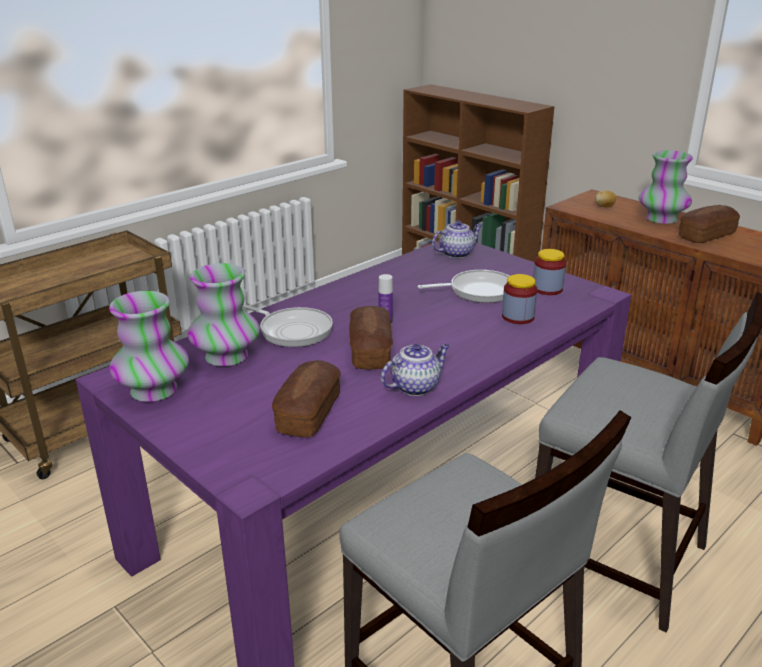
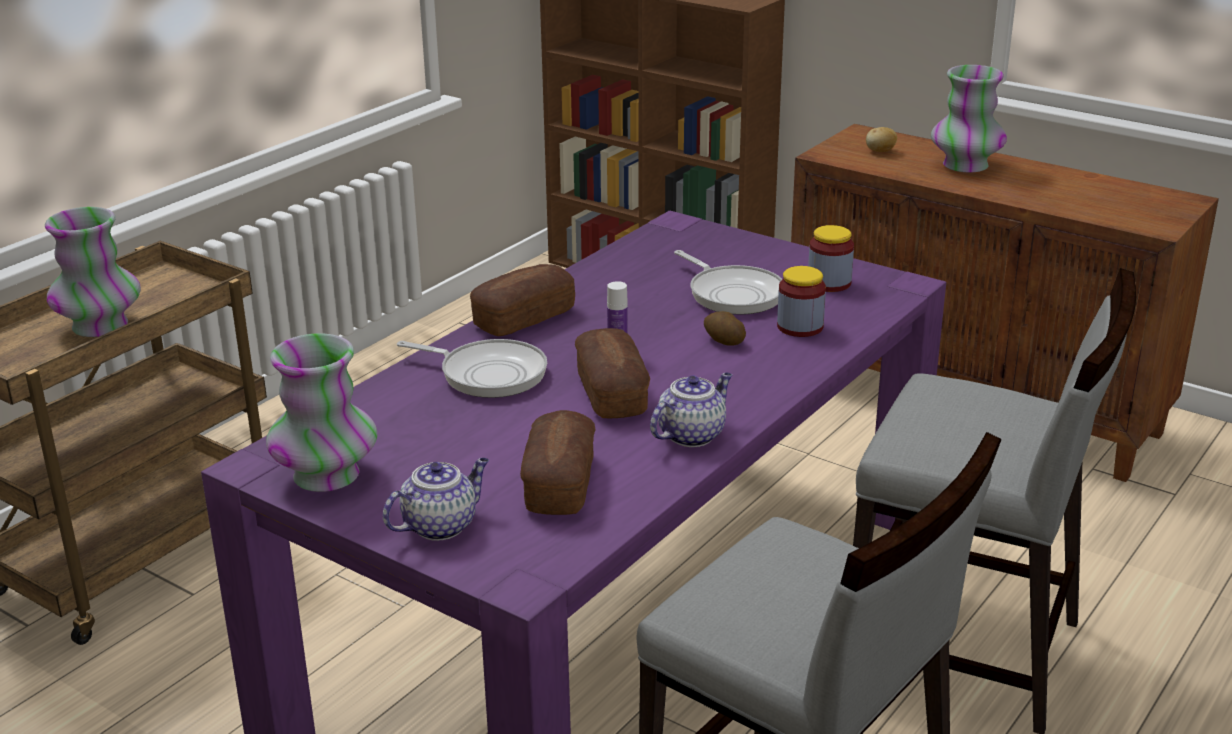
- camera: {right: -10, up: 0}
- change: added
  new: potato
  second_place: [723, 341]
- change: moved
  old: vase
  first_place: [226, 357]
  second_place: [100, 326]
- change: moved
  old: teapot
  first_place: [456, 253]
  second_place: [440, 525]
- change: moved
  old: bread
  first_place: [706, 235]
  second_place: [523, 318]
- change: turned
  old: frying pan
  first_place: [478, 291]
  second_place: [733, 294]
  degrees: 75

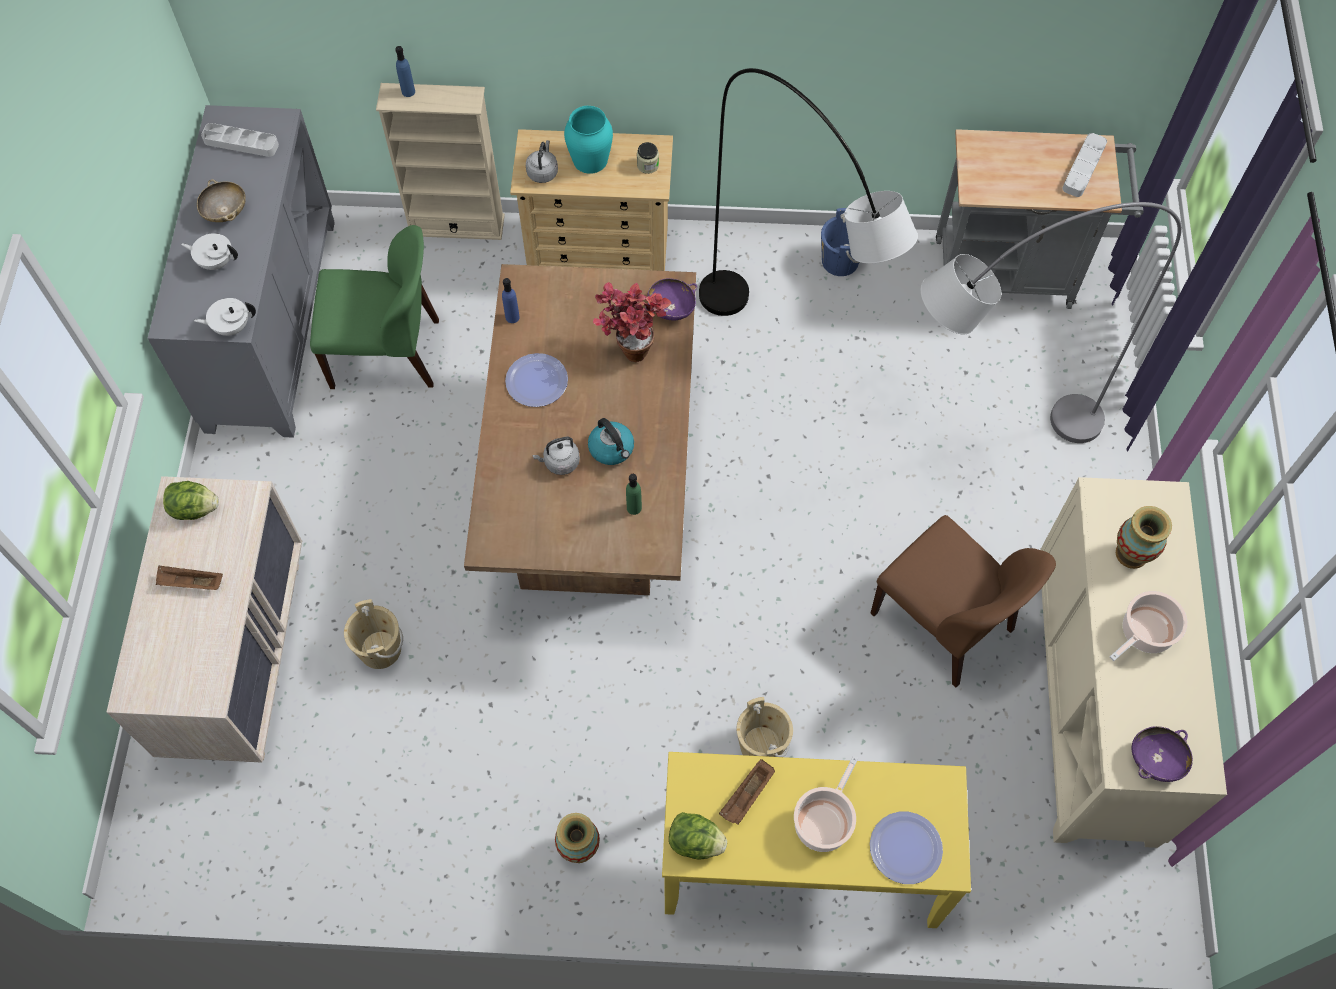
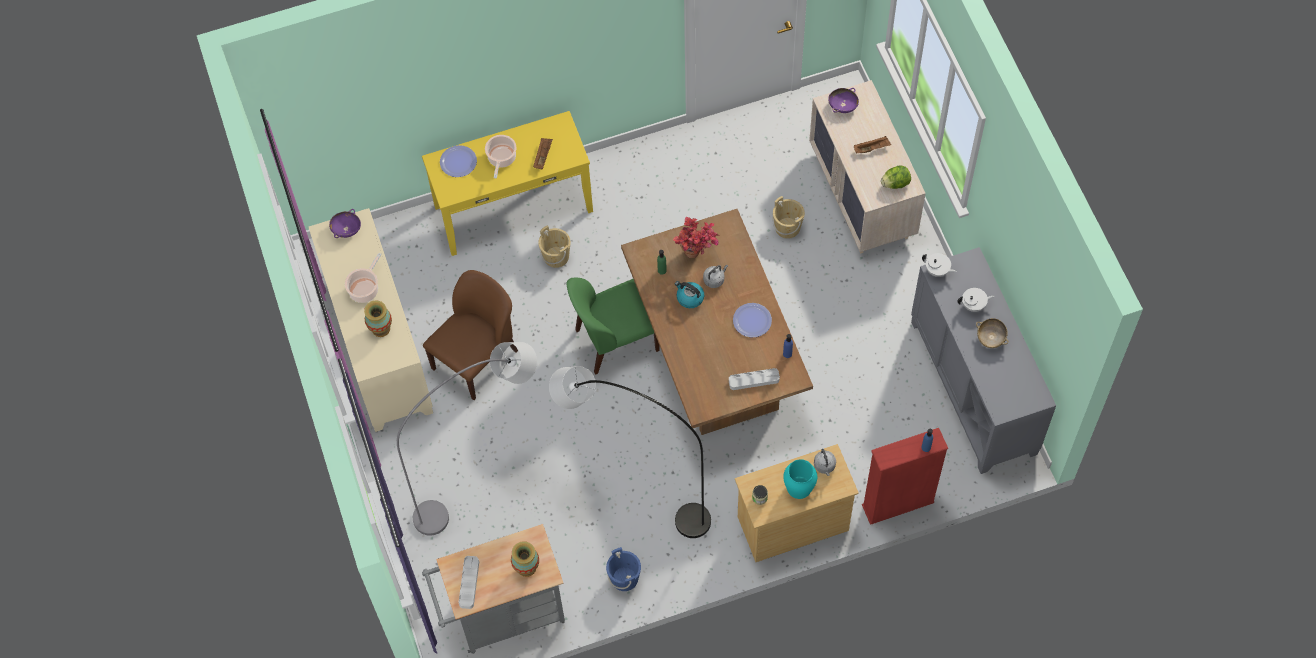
- camera: {right: 160, up: 0}
- change: removed
  old: lettuce
  first_place: [695, 841]
- change: moved
  old: tray (grey)
  first_place: [241, 143]
  second_place: [754, 380]
- change: moved
  old: chair (green)
  first_place: [388, 353]
  second_place: [615, 340]
- change: moved
  old: vase
  first_place: [579, 848]
  second_place: [526, 567]
- change: moved
  old: potted plant
  first_place: [630, 346]
  second_place: [697, 255]
- change: moved
  old: bowl (purple)
  first_place: [671, 308]
  second_place: [843, 106]
- change: recoloured
  old: bookcase (beige)
  new: bookcase (red)
  first_place: [456, 225]
  second_place: [898, 504]
- change: turned
  old: teapot (white)
  first_place: [231, 326]
  second_place: [937, 270]
  degrees: 60
- change: turned
  old: chair (brown)
  first_place: [944, 623]
  second_place: [476, 358]
  degrees: 105

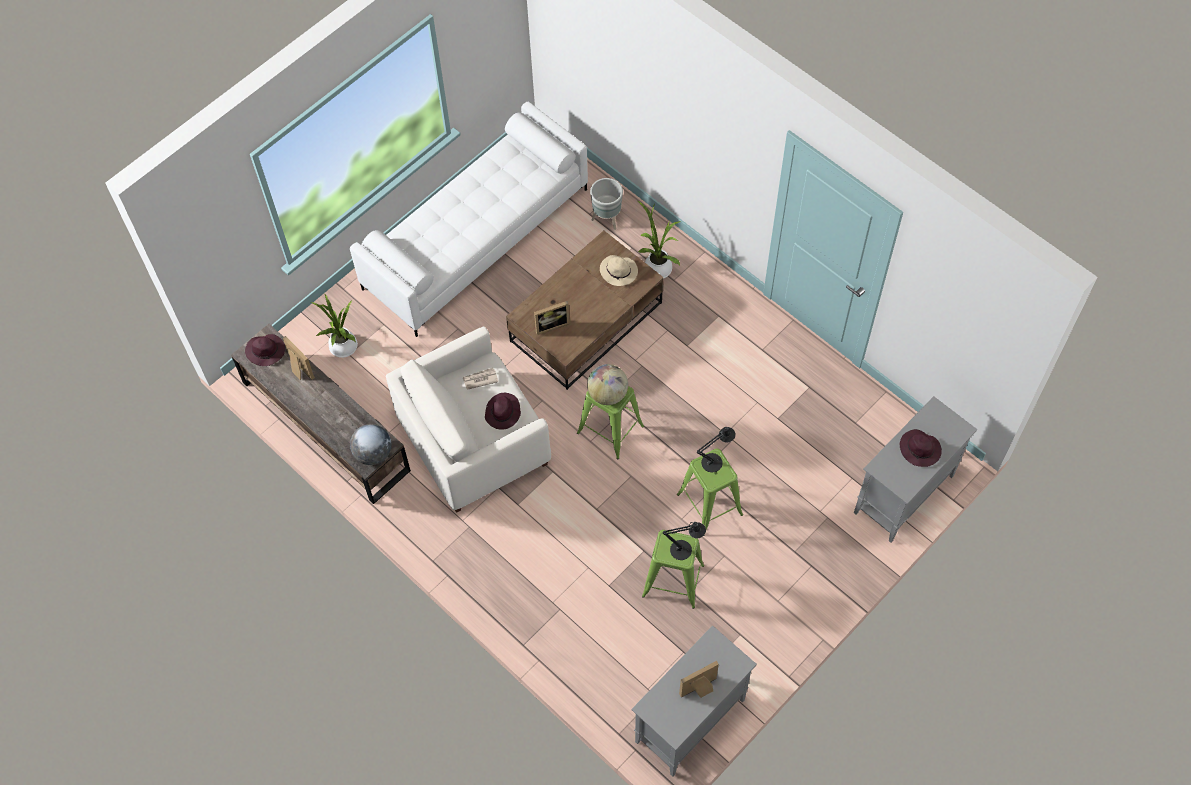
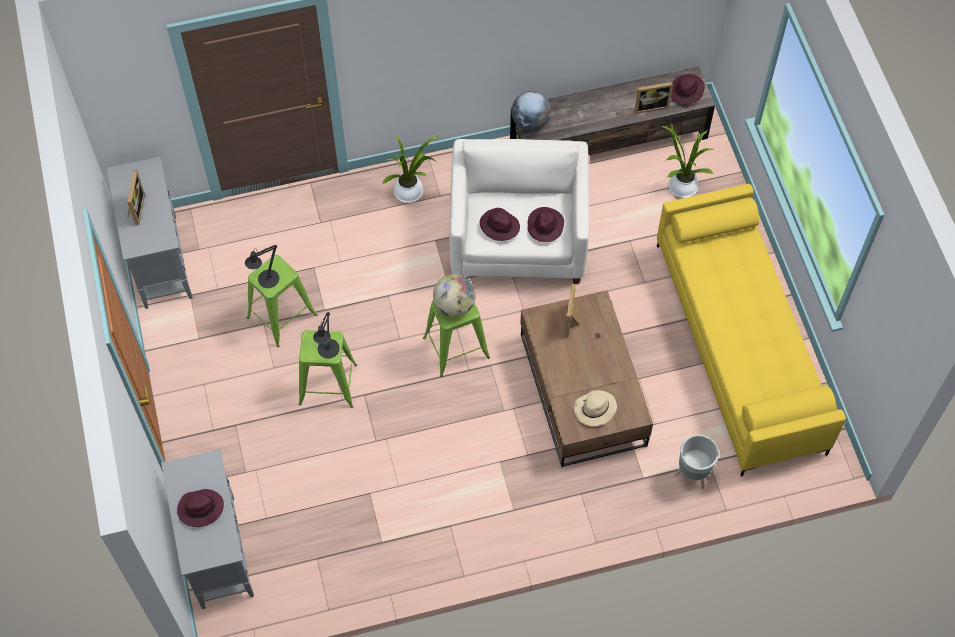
- camera: {right: 120, up: 0}
- change: moved
  old: potted plant
  first_place: [656, 266]
  second_place: [411, 192]
- change: replaced
  old: newspaper
  new: hat (purple)
  first_place: [480, 379]
  second_place: [545, 225]
- change: recoloured
  old: sofa (white)
  new: sofa (yellow)
  first_place: [476, 238]
  second_place: [740, 347]

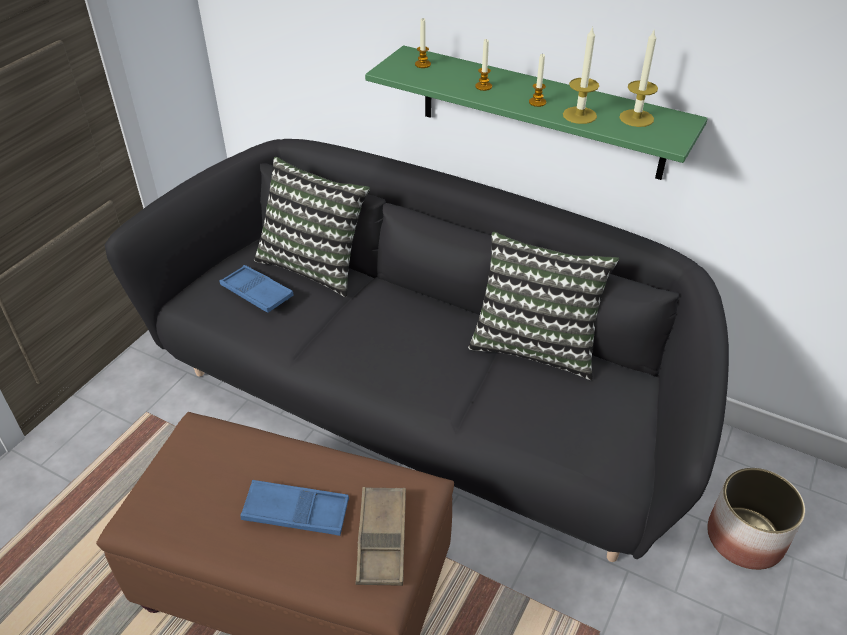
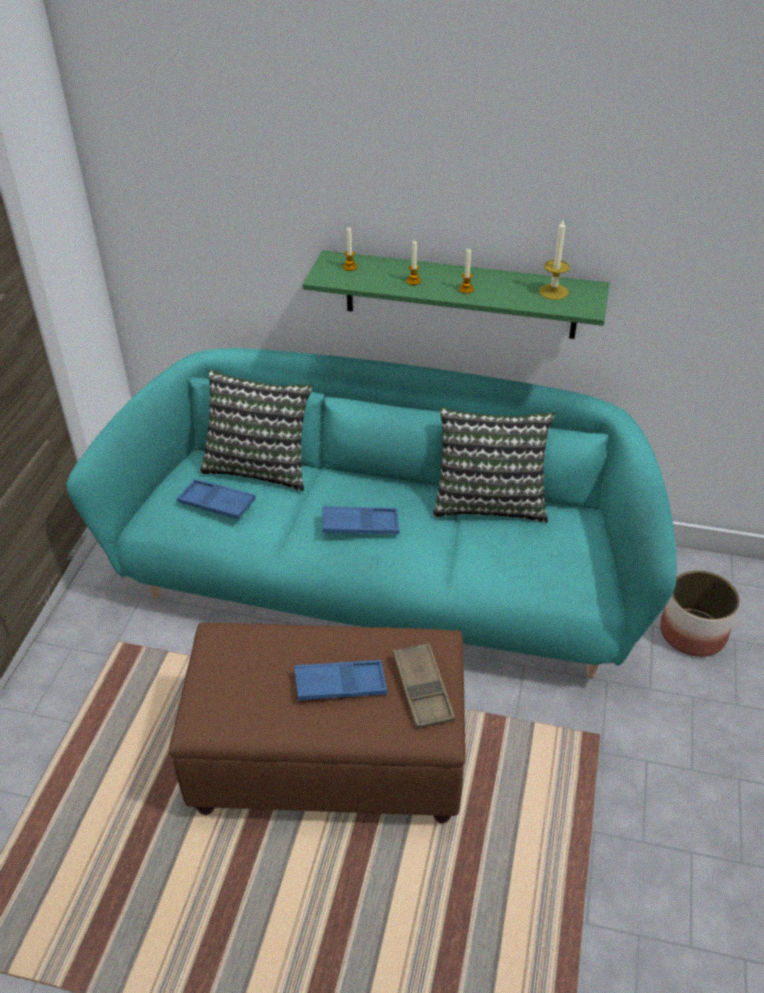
- camera: {right: -15, up: 0}
- change: removed
  old: candle
  first_place: [579, 115]
- change: added
  new: tray (blue)
  second_place: [360, 525]
- change: recoloured
  old: sofa (black)
  new: sofa (turquoise)
  first_place: [422, 405]
  second_place: [382, 580]

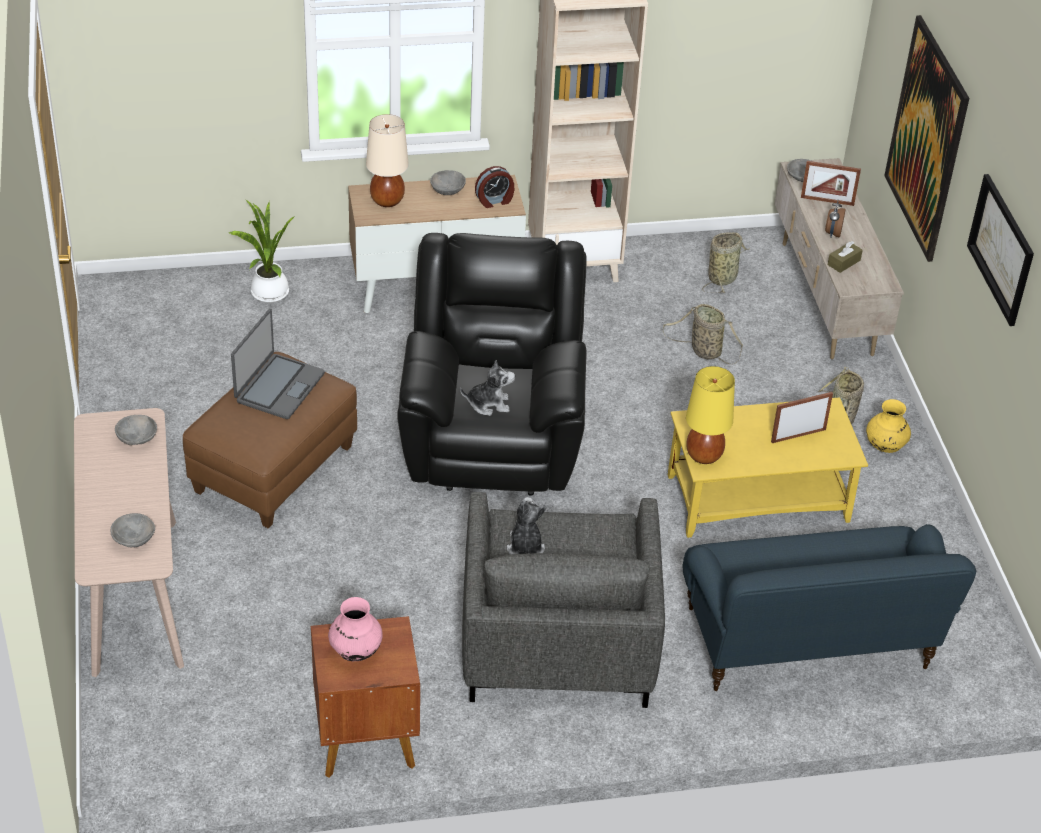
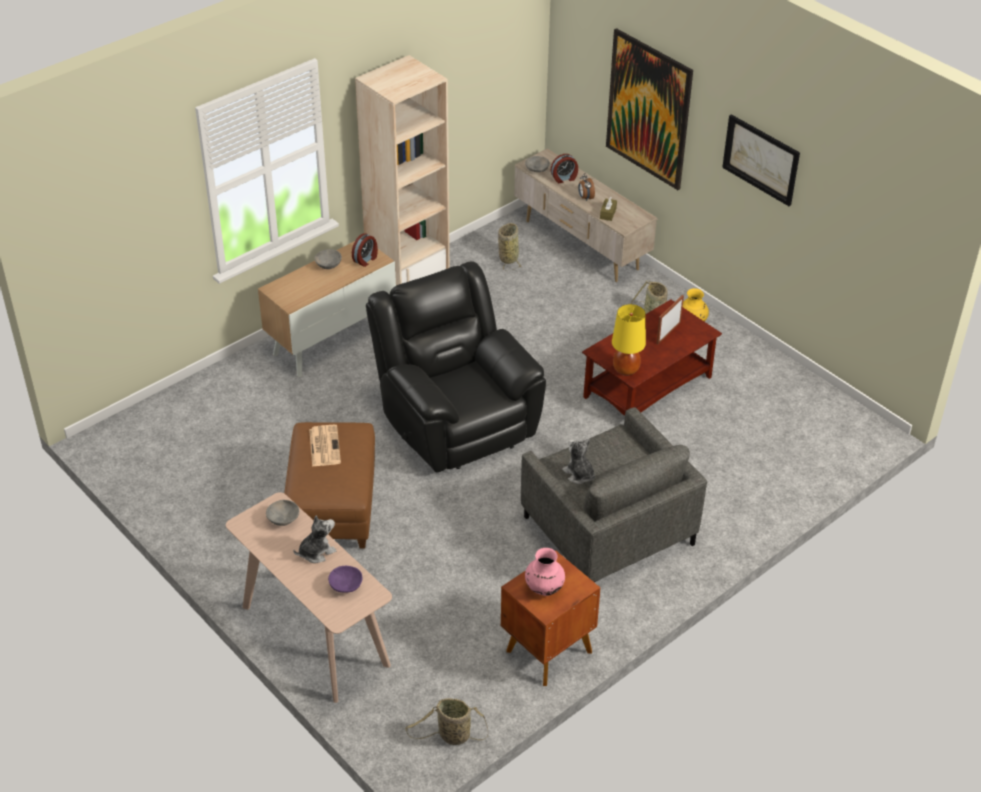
- camera: {right: -30, up: 0}
- change: removed
  old: potted plant
  first_place: [268, 294]
- change: removed
  old: table lamp (beige)
  first_place: [386, 201]
- change: removed
  old: sofa (blue)
  first_place: [808, 642]
- change: moved
  old: plush toy
  first_place: [488, 404]
  second_place: [316, 552]
- change: moved
  old: basket
  first_place: [703, 351]
  second_place: [451, 736]
- change: replaced
  old: laptop
  new: newspaper
  first_place: [279, 387]
  second_place: [324, 445]
- change: replaced
  old: picture frame
  new: alarm clock
  first_place: [827, 201]
  second_place: [564, 178]
- change: recoloured
  old: bowl (grey)
  new: bowl (purple)
  first_place: [133, 540]
  second_place: [346, 586]
- change: recoloured
  old: coffee table (yellow)
  new: coffee table (brown)
  first_place: [756, 499]
  second_place: [647, 388]

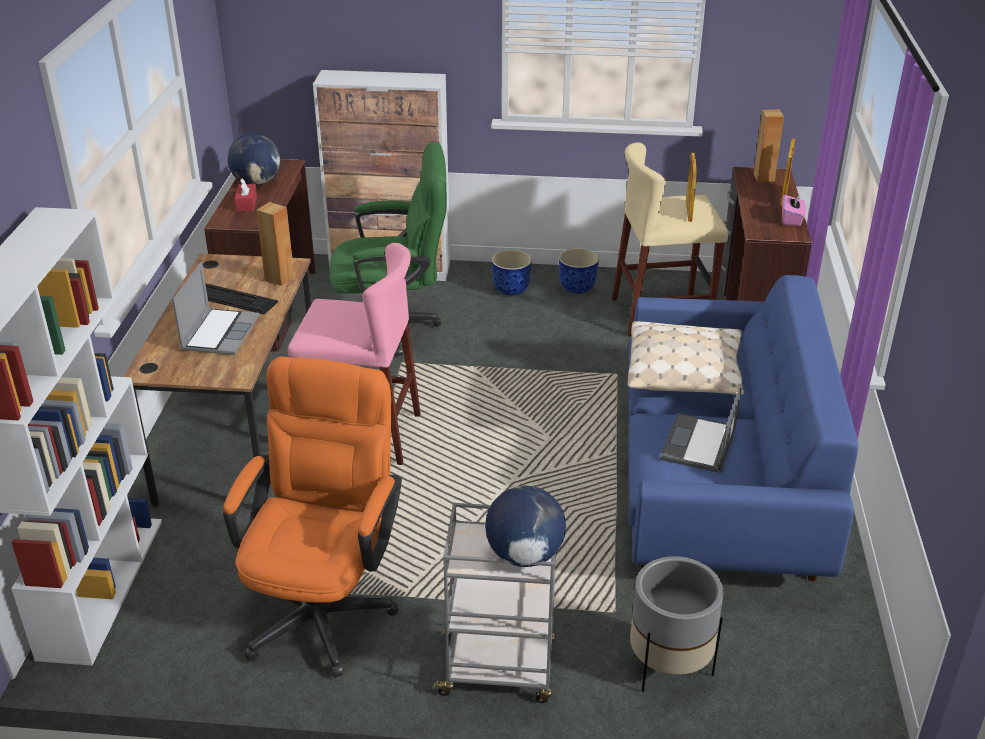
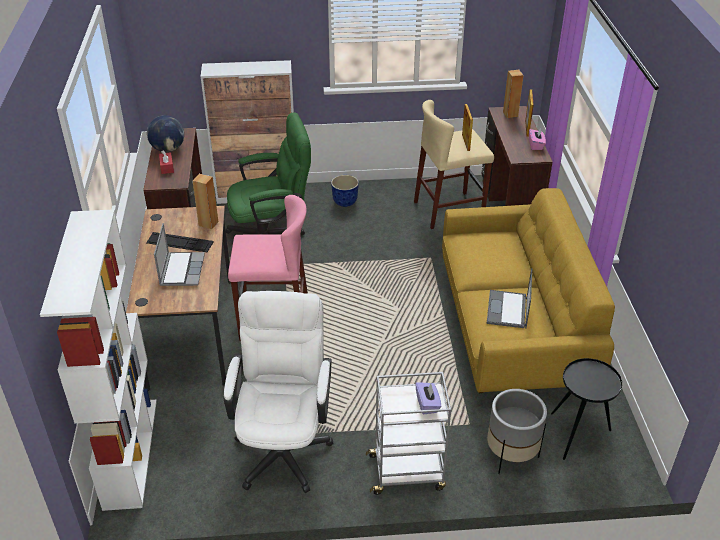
- camera: {right: -10, up: 5}
- change: removed
  old: planter
  first_place: [577, 288]
- change: removed
  old: pillow (beige)
  first_place: [684, 372]
- change: added
  new: side table (black)
  second_place: [578, 435]
- change: replaced
  old: globe
  new: tissue box (purple)
  first_place: [524, 555]
  second_place: [427, 404]
- change: recoloured
  old: office chair (orange)
  new: office chair (white)
  first_place: [324, 605]
  second_place: [284, 445]
- change: recoloured
  old: sofa (blue)
  new: sofa (yellow)
  first_place: [717, 484]
  second_place: [512, 329]

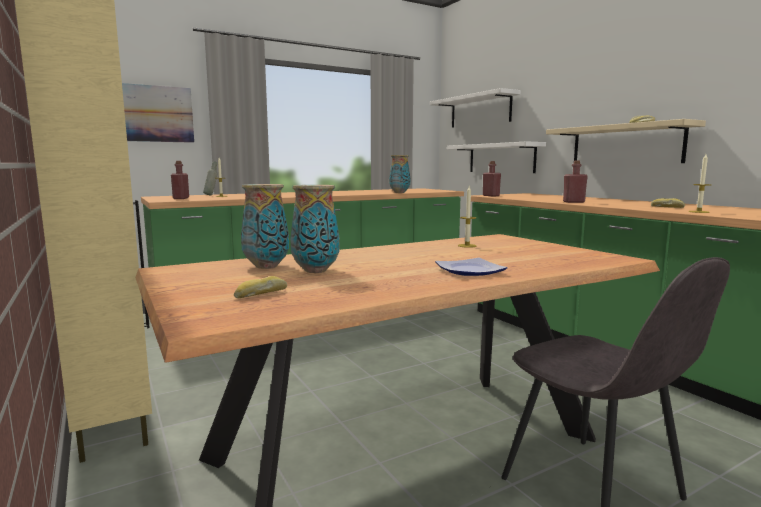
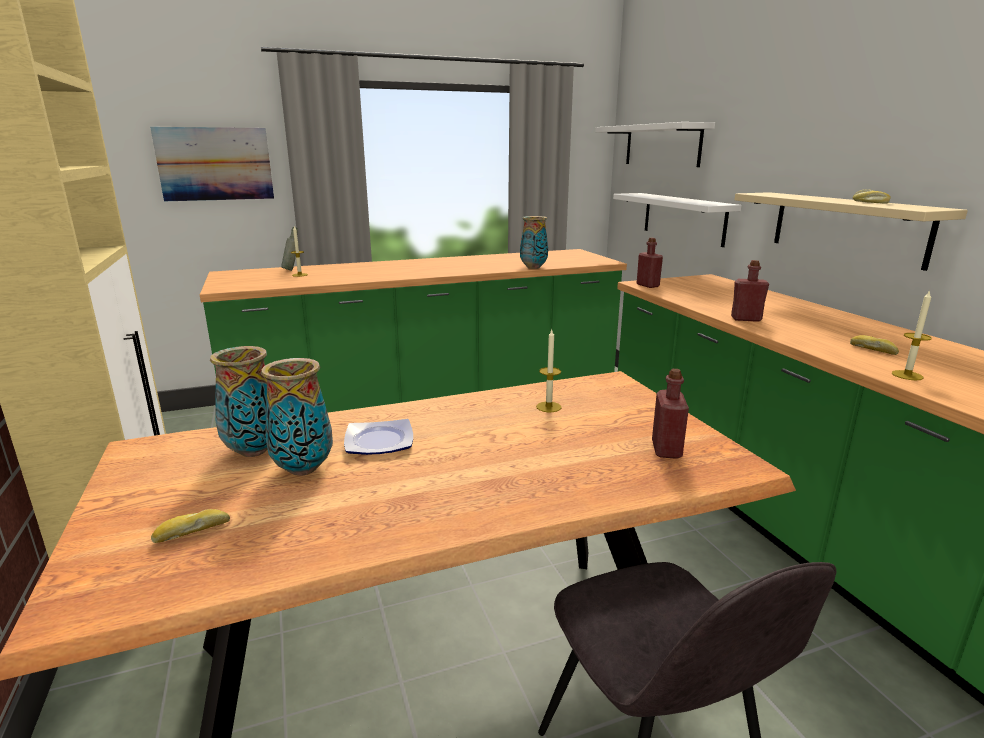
- camera: {right: 10, up: 10}
- change: moved
  old: bottle (red)
  first_place: [181, 198]
  second_place: [666, 449]
- change: moved
  old: plate
  first_place: [468, 271]
  second_place: [378, 441]

